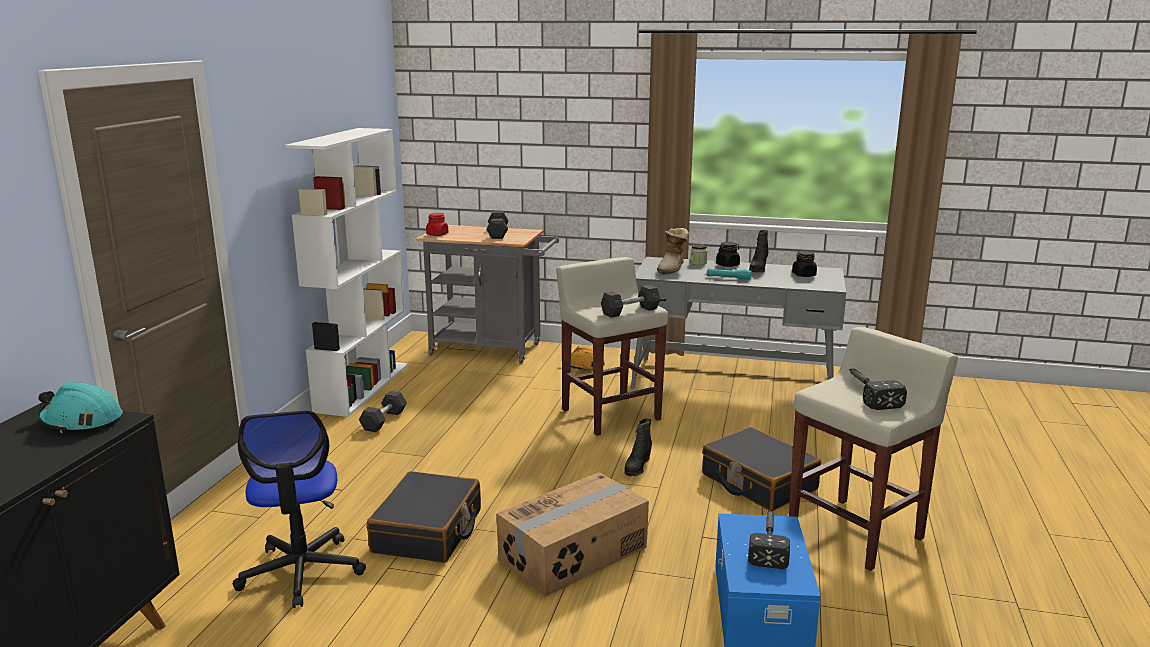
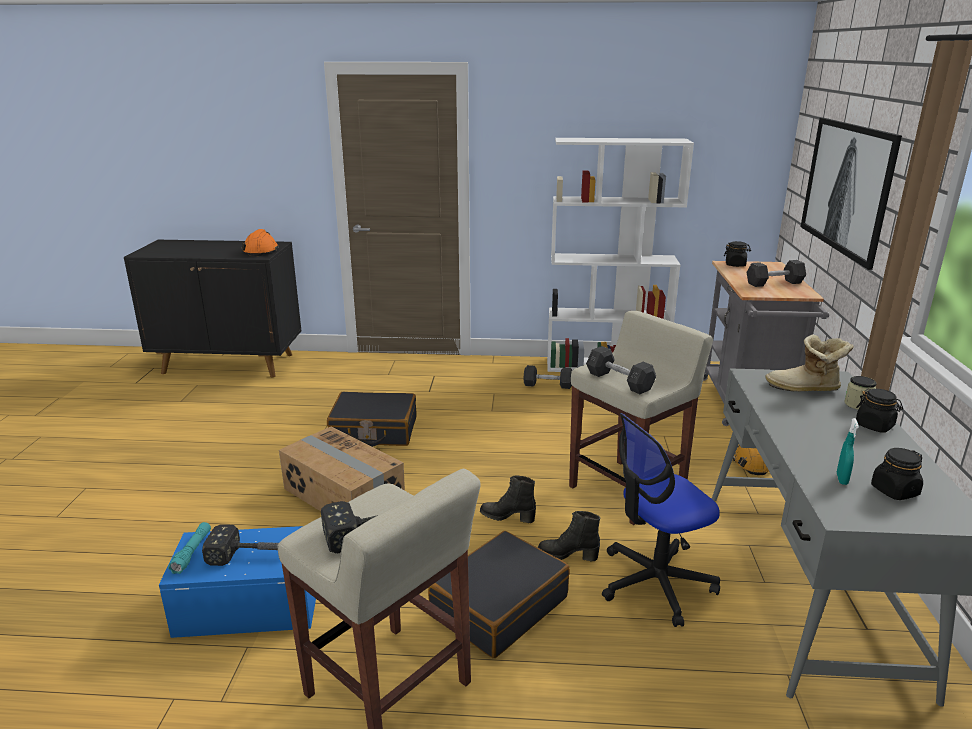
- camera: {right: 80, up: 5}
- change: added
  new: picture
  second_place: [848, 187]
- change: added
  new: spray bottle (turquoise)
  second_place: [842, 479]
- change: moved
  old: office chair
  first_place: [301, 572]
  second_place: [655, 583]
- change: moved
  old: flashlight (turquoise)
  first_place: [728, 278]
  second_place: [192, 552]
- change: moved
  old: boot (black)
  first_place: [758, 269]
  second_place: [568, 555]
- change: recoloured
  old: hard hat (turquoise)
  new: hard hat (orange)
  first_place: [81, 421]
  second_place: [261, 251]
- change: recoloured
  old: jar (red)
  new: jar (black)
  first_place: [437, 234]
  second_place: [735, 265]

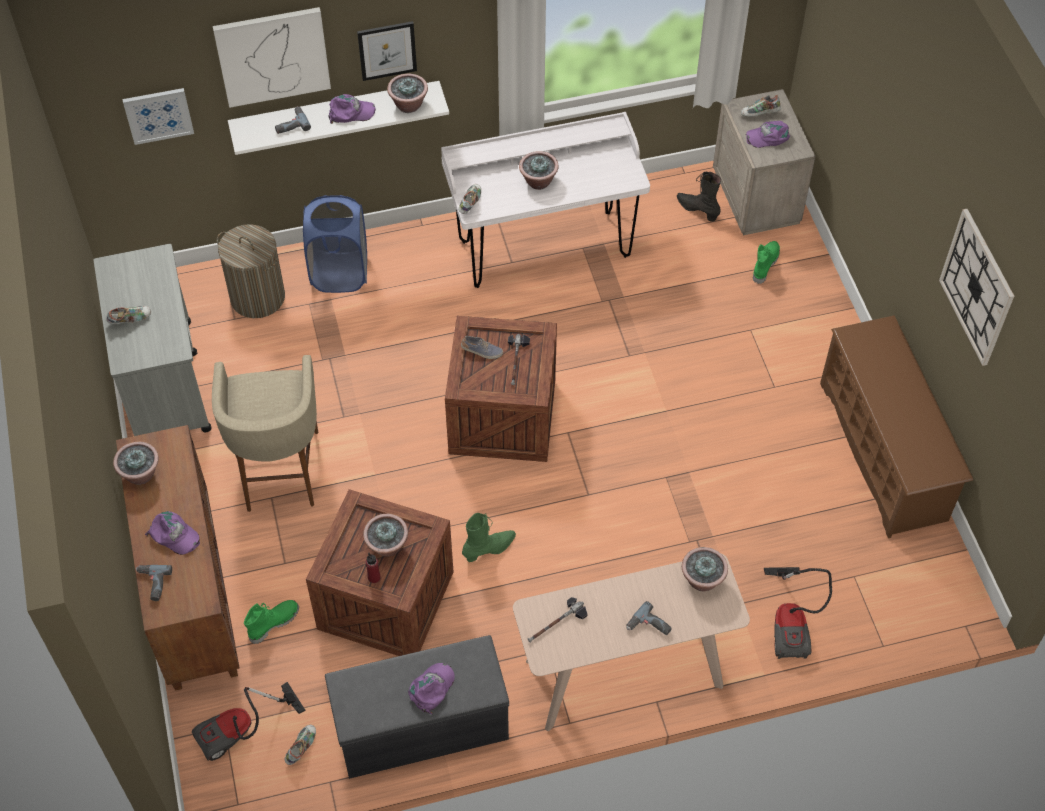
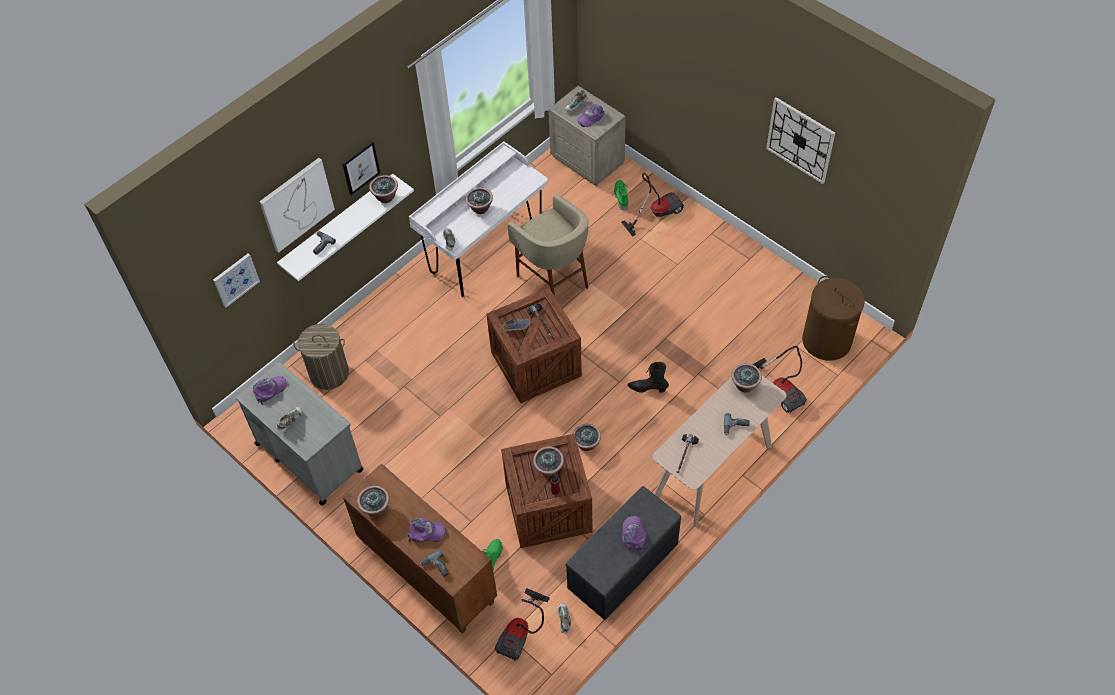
- camera: {right: -30, up: 0}
- change: removed
  old: laundry basket (blue)
  first_place: [339, 273]
- change: removed
  old: shoe rack (brown)
  first_place: [883, 452]
- change: added
  new: vacuum cleaner
  second_place: [656, 213]
- change: added
  new: laundry basket (brown)
  second_place: [827, 340]
- change: moved
  old: stool (beige)
  first_place: [279, 471]
  second_place: [554, 281]
- change: moved
  old: cap (purple)
  first_place: [351, 112]
  second_place: [269, 389]
- change: moved
  old: boot (black)
  first_place: [697, 210]
  second_place: [647, 388]
- change: replaced
  old: boot (green)
  new: potted plant
  first_place: [489, 549]
  second_place: [586, 444]

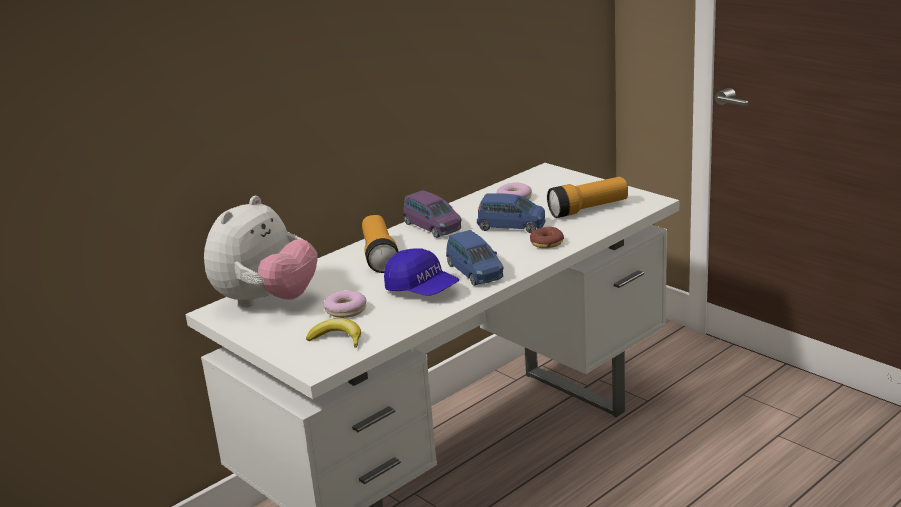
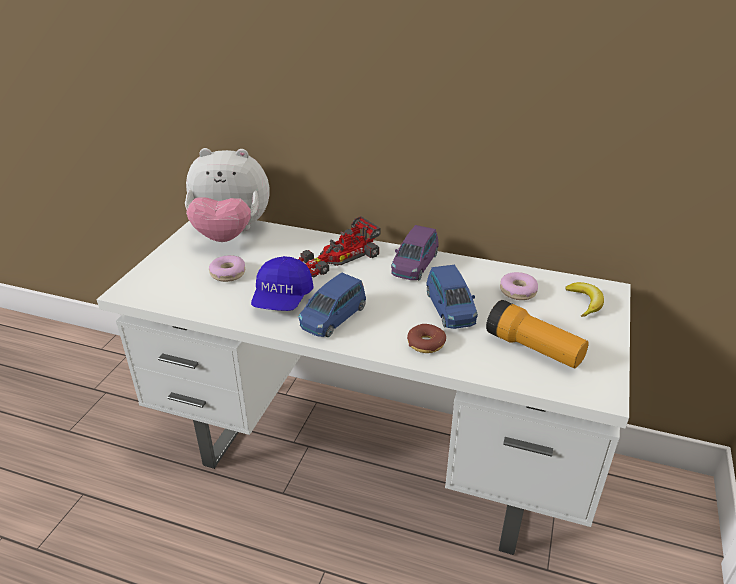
- camera: {right: 60, up: 10}
- change: moved
  old: banana
  first_place: [337, 339]
  second_place: [584, 303]
- change: replaced
  old: flashlight
  new: toy car
  first_place: [379, 256]
  second_place: [338, 257]

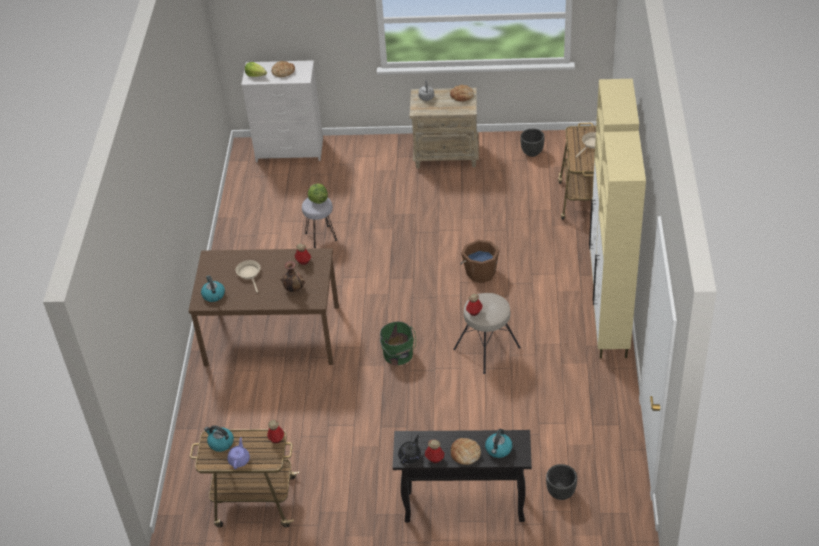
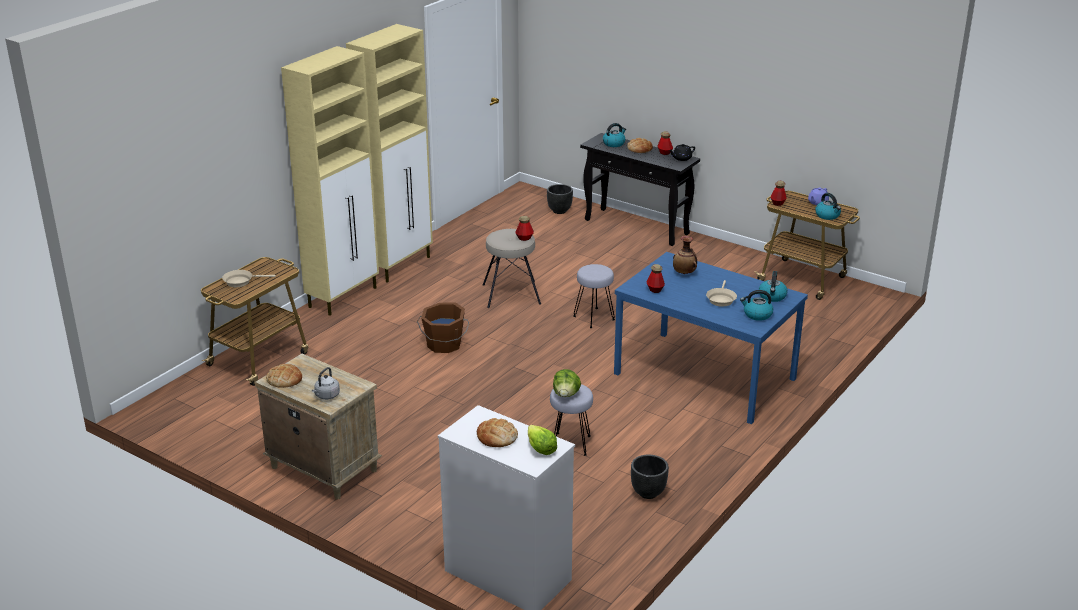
- camera: {right: -150, up: -15}
- change: added
  new: kettle
  second_place: [757, 315]
- change: moved
  old: planter (black)
  first_place: [532, 153]
  second_place: [648, 493]
- change: replaced
  old: bucket (green)
  new: stool (grey)
  first_place: [398, 355]
  second_place: [594, 318]
- change: recoloured
  old: dining table (brown)
  new: dining table (blue)
  first_place: [273, 334]
  second_place: [703, 376]

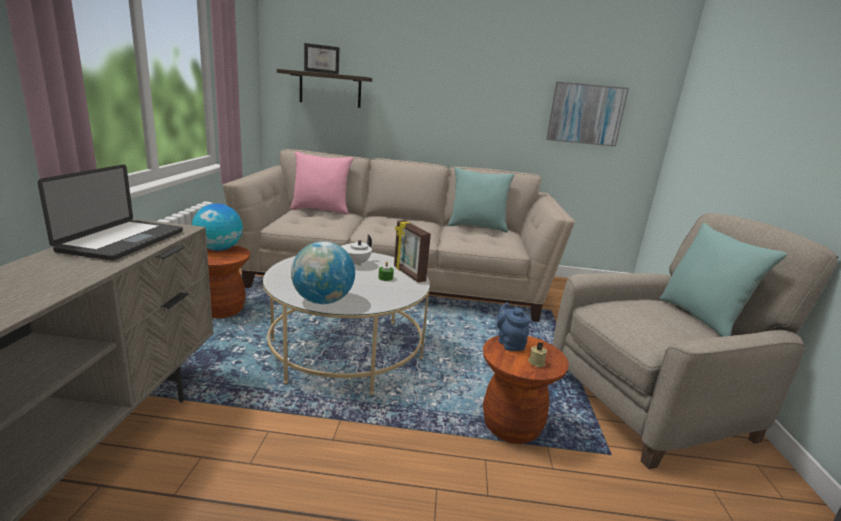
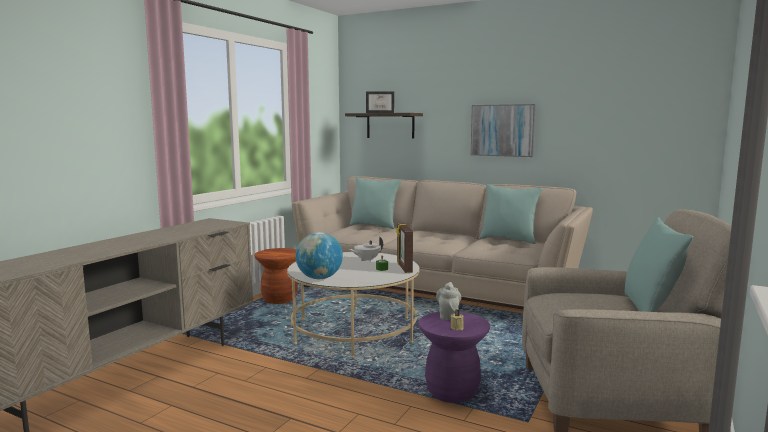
- camera: {right: 25, up: -10}
- change: removed
  old: laptop
  first_place: [123, 241]
- change: removed
  old: globe
  first_place: [219, 249]
- change: moved
  old: picture
  first_place: [585, 114]
  second_place: [502, 130]
- change: recoloured
  old: pillow (pink)
  new: pillow (turquoise)
  first_place: [321, 210]
  second_place: [374, 226]
- change: recoloured
  old: stool (brown)
  new: stool (purple)
  first_place: [511, 426]
  second_place: [452, 392]
- change: recoloured
  old: teapot (blue)
  new: teapot (grey)
  first_place: [509, 343]
  second_place: [448, 316]

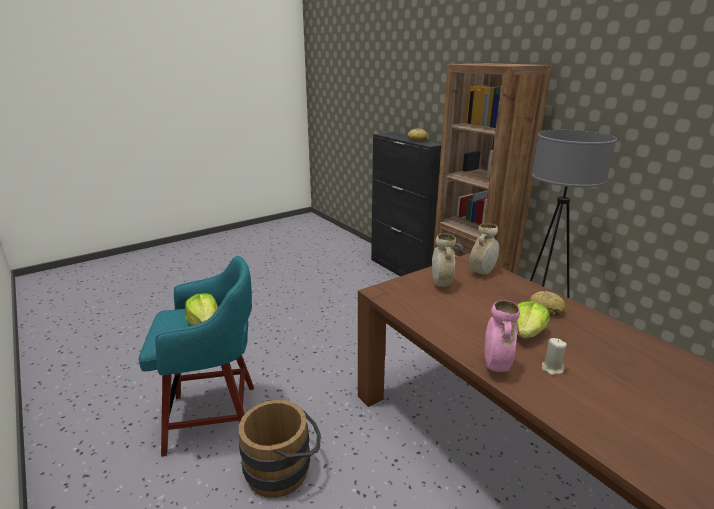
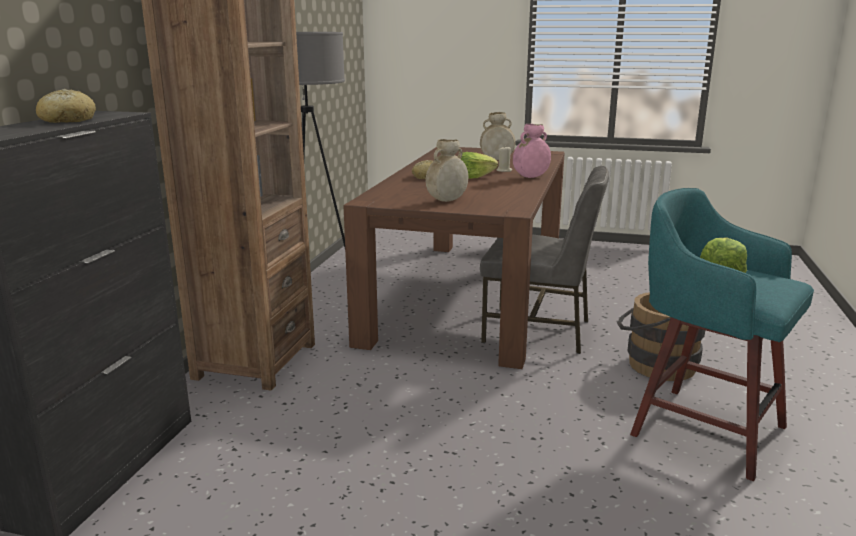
- camera: {right: -130, up: -5}
- change: added
  new: chair (grey)
  second_place: [539, 331]
- change: moved
  old: vase (beige)
  first_place: [482, 272]
  second_place: [497, 160]

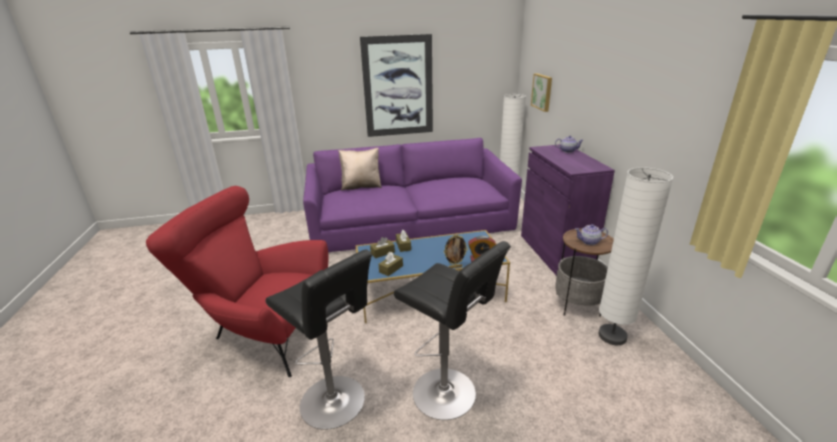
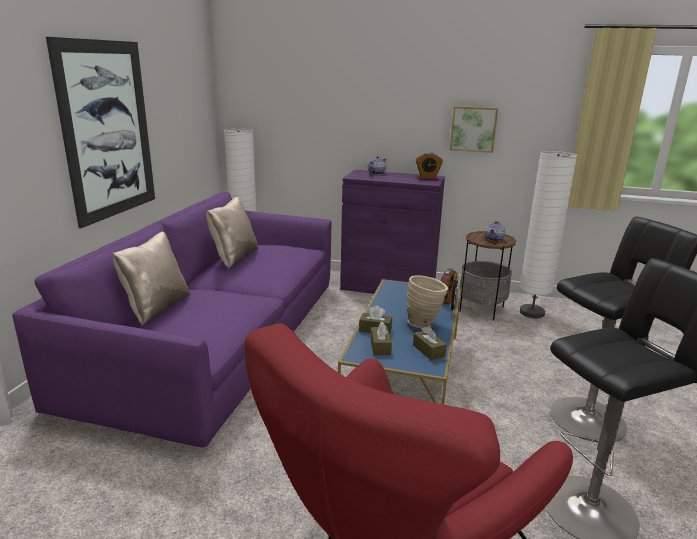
- camera: {right: -65, up: -5}
- change: added
  new: pillow (beige)
  second_place: [234, 257]
- change: added
  new: vase (beige)
  second_place: [424, 324]
- change: added
  new: alarm clock
  second_place: [427, 178]
- change: moved
  old: picture
  first_place: [542, 92]
  second_place: [473, 129]

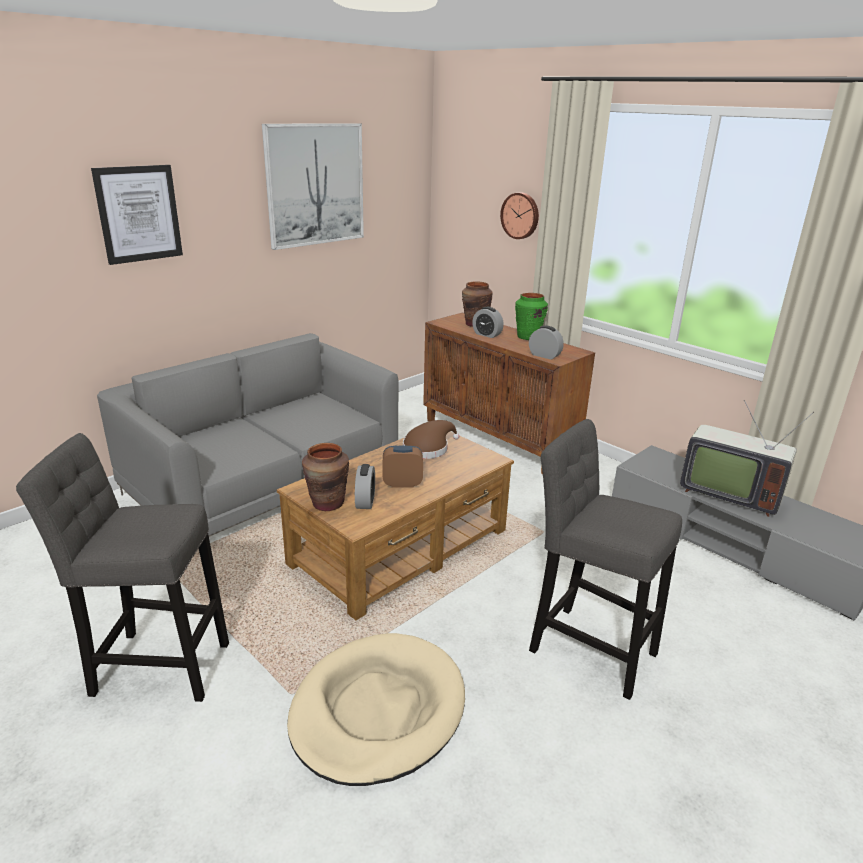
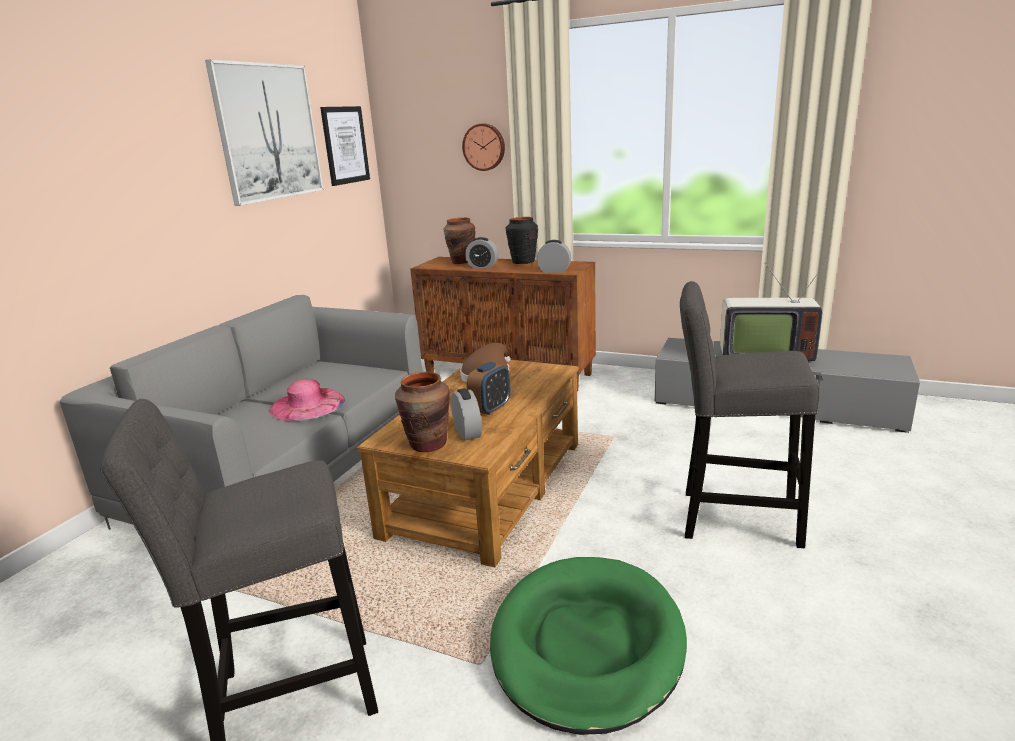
- camera: {right: -20, up: -5}
- change: added
  new: hat (pink)
  second_place: [307, 404]
- change: moved
  old: picture
  first_place: [139, 214]
  second_place: [345, 145]
- change: recoloured
  old: dog bed (beige)
  new: dog bed (green)
  first_place: [377, 711]
  second_place: [586, 645]
- change: recoloured
  old: vase (green)
  new: vase (black)
  first_place: [528, 337]
  second_place: [523, 262]
- change: turned
  old: alarm clock
  first_place: [402, 483]
  second_place: [490, 408]
  degrees: 150

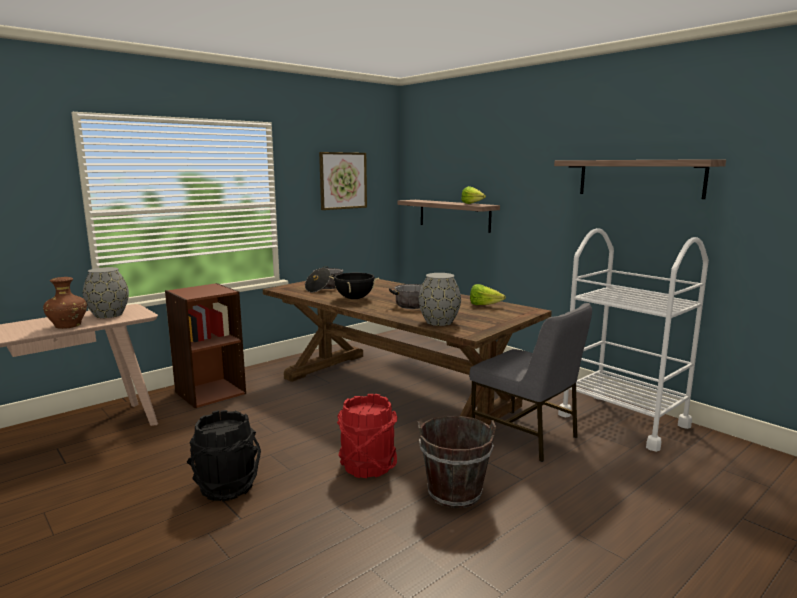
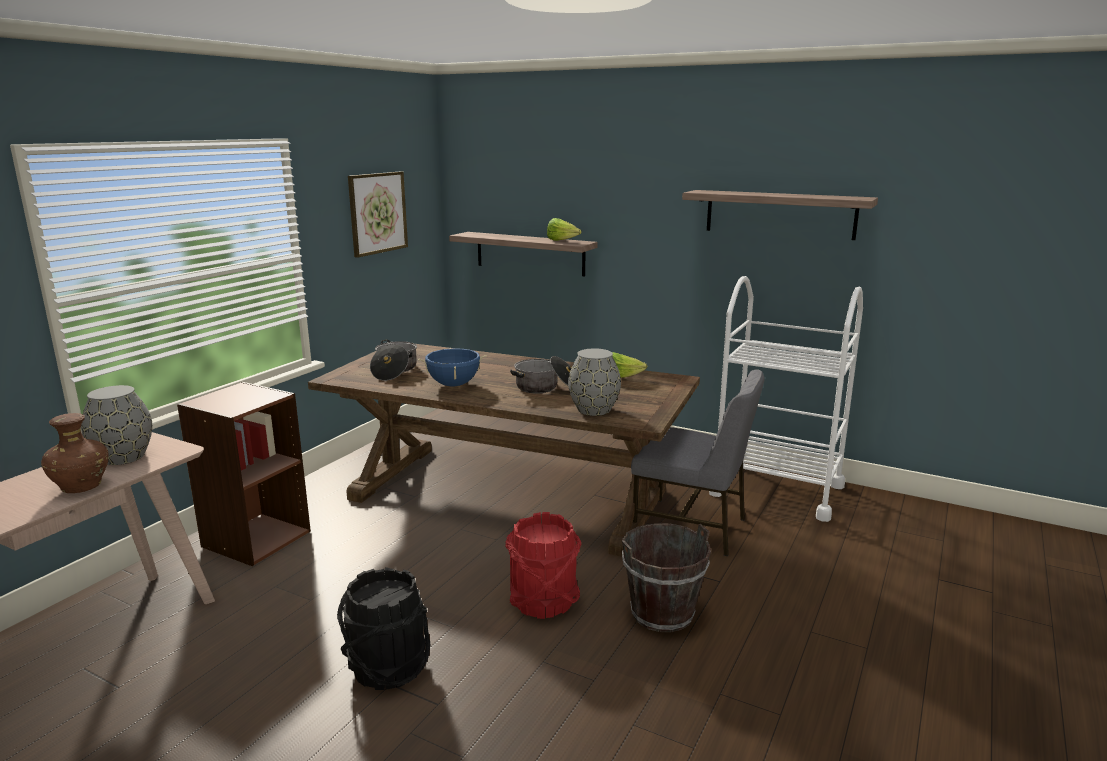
- camera: {right: -20, up: 5}
- change: recoloured
  old: cooking pot (black)
  new: cooking pot (blue)
  first_place: [354, 298]
  second_place: [453, 385]

